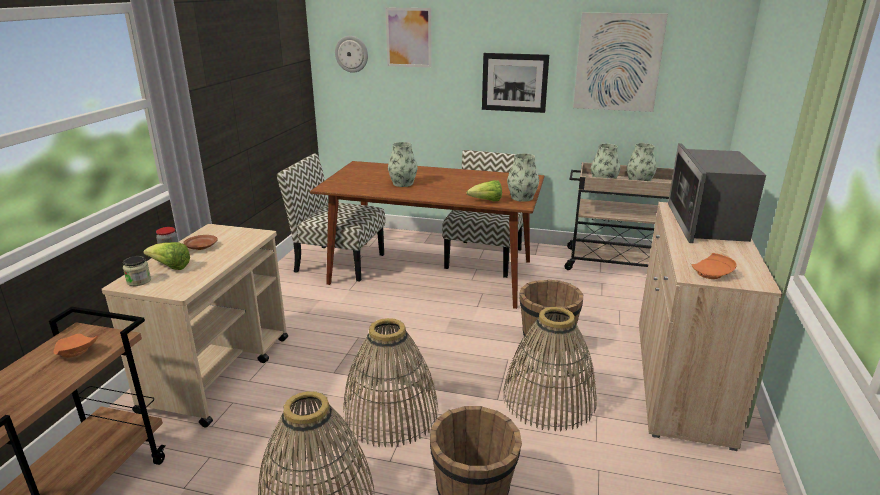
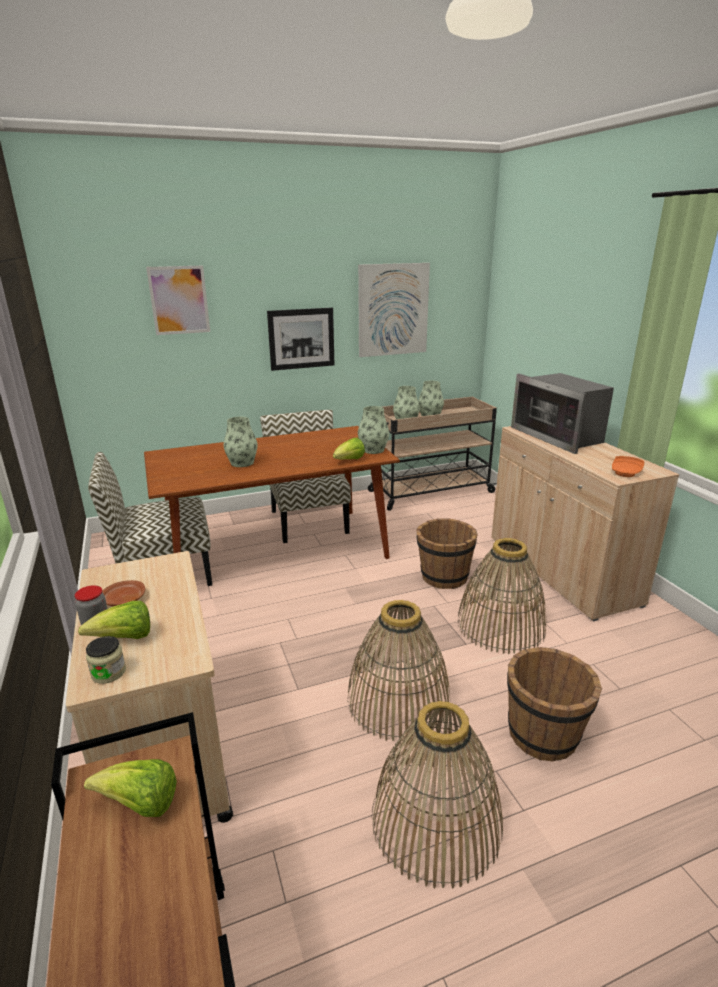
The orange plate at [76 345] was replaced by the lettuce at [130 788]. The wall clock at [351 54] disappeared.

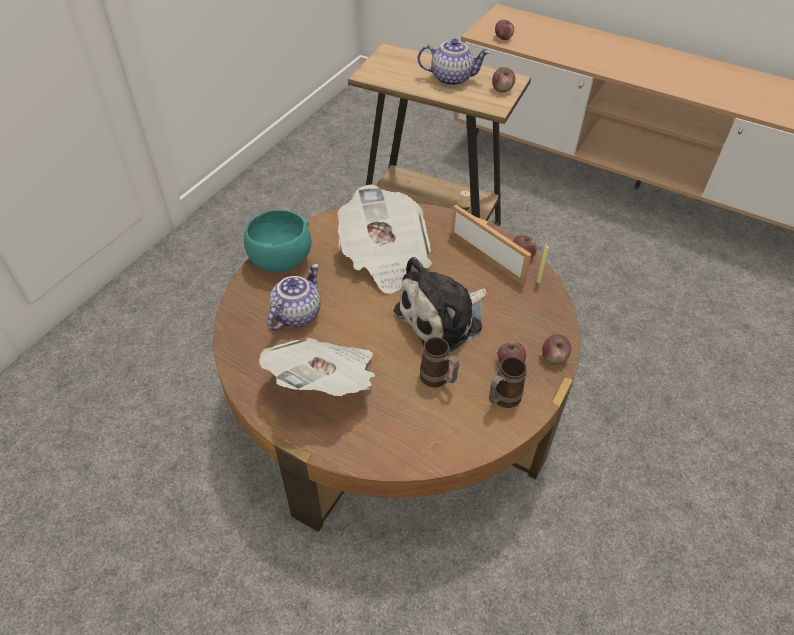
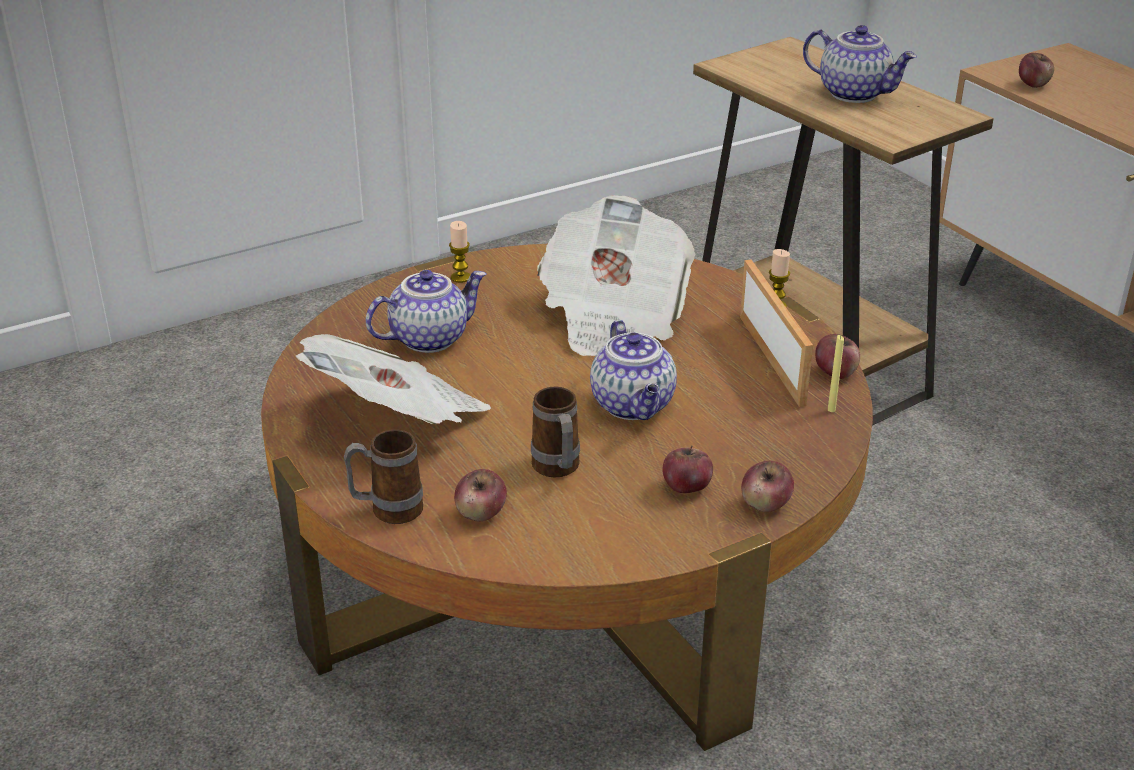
The turquoise bowl at [278 241] was replaced by the candle at [459 252]. The plush toy at [440 304] was replaced by the teapot at [633 370]. The mug moved from [508 382] to [383 476]. The apple moved from [503 79] to [480 495].

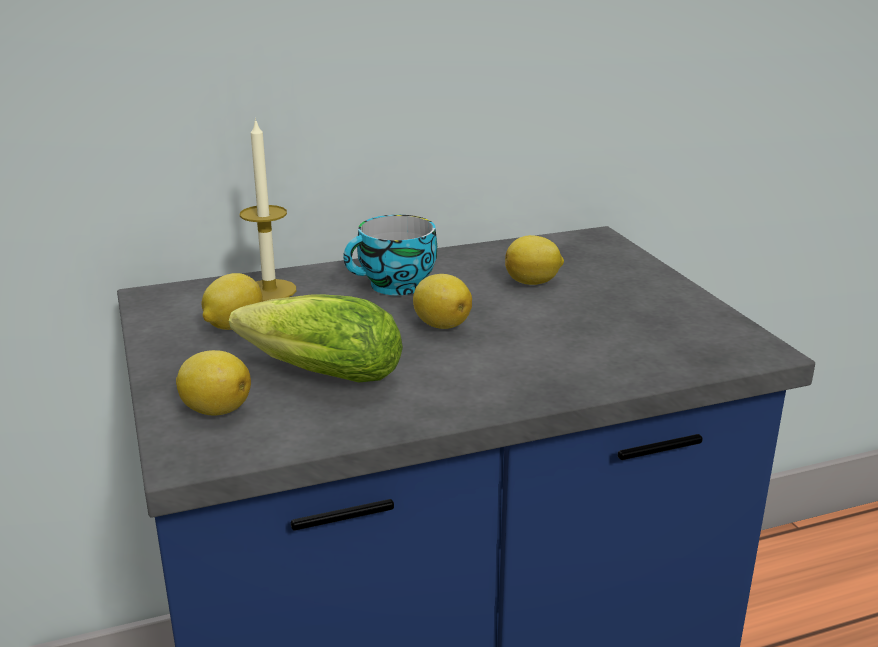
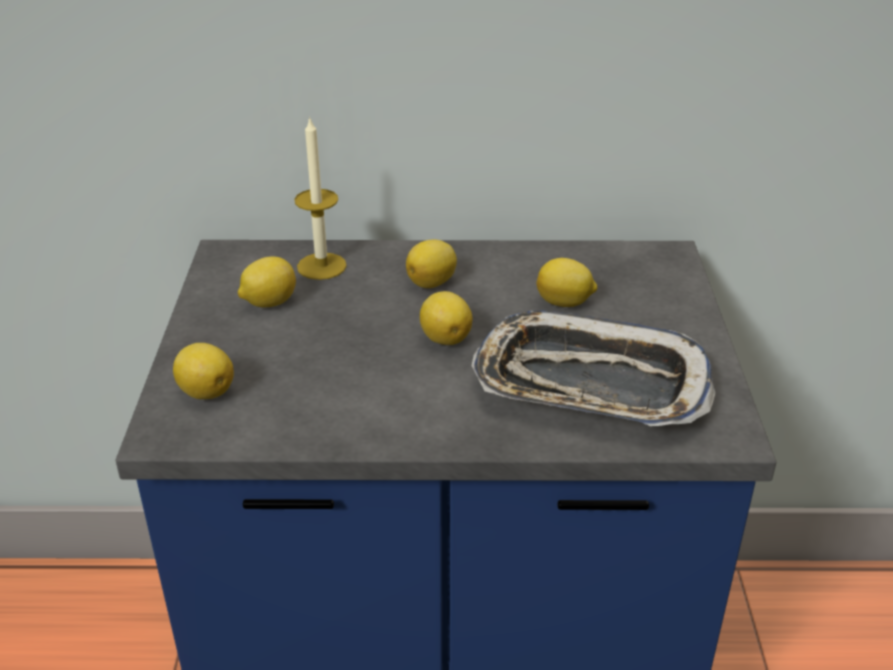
The lettuce at [316 338] disappeared. The cup at [390 255] was replaced by the lemon at [431 264]. The tray at [593 368] appeared.

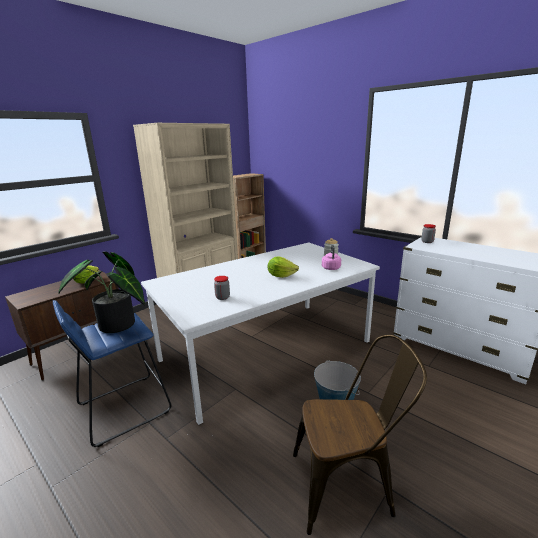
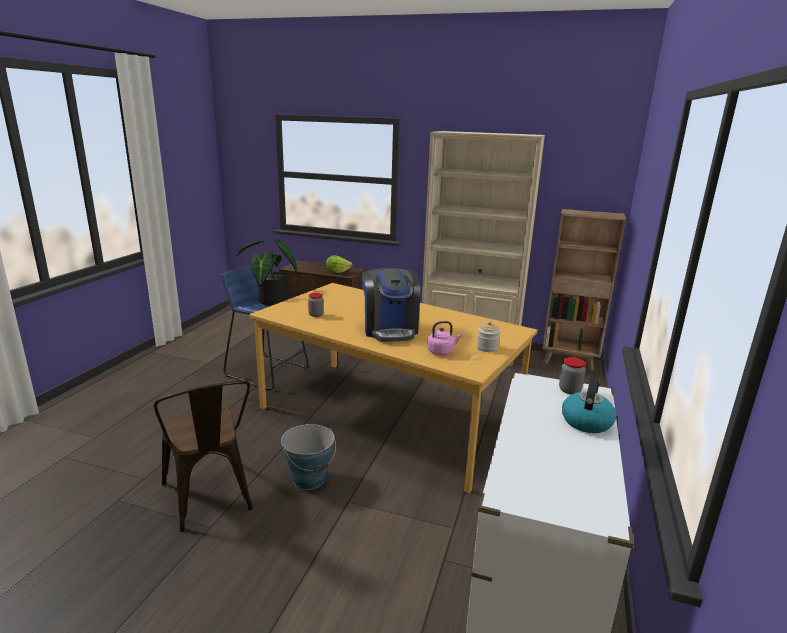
The white dining table at [260 334] became the orange dining table at [393 388]. The lettuce at [283 267] was replaced by the coffee machine at [390 305]. The kettle at [589 404] appeared.

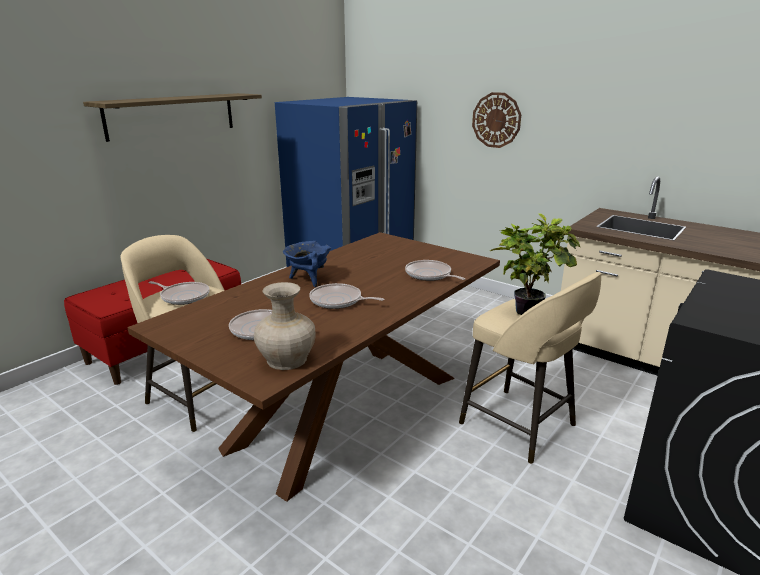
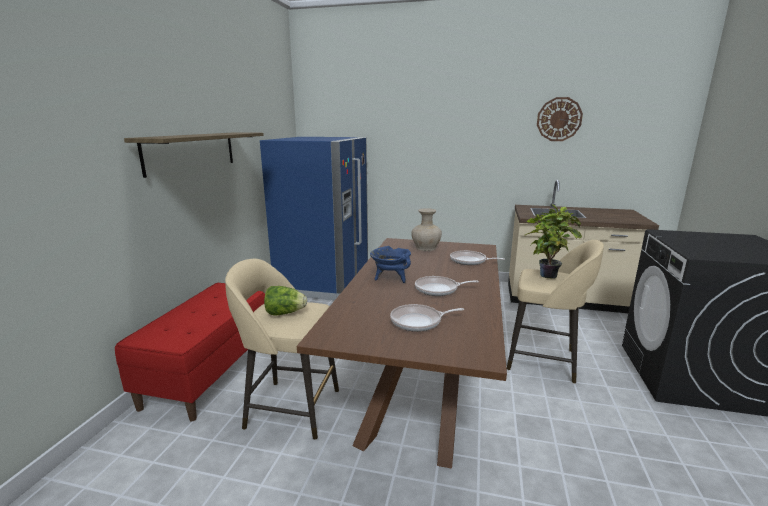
The frying pan at [179 293] was replaced by the lettuce at [285 300]. The beige vase moved from [284 326] to [426 229]. The wall clock moved from [496 120] to [560 119].

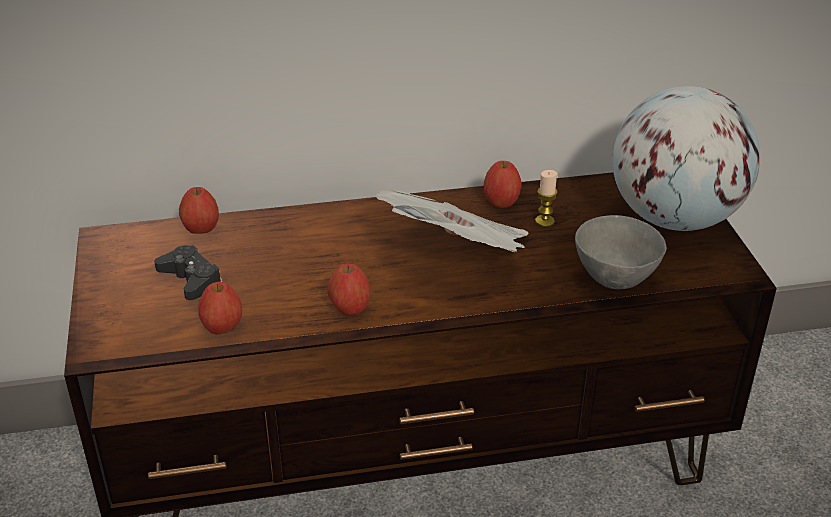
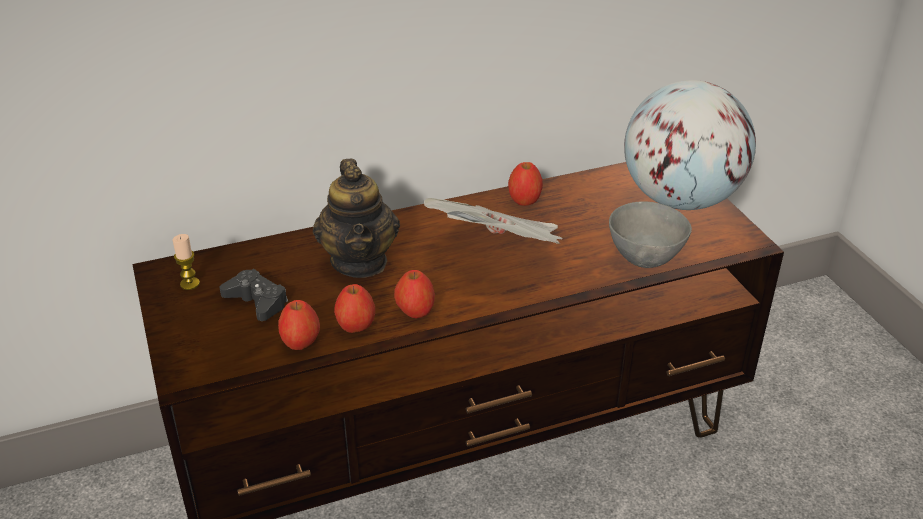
The apple moved from [199 210] to [354 308]. The candle moved from [546 198] to [186 262]. The teapot at [356 218] appeared.

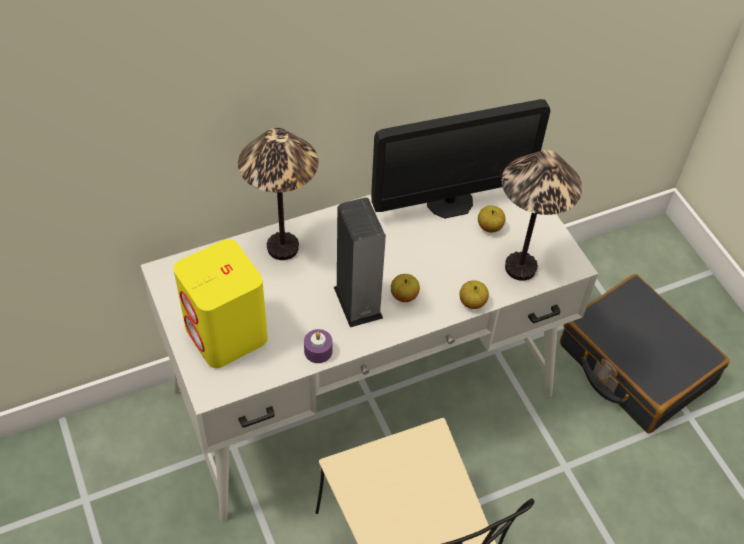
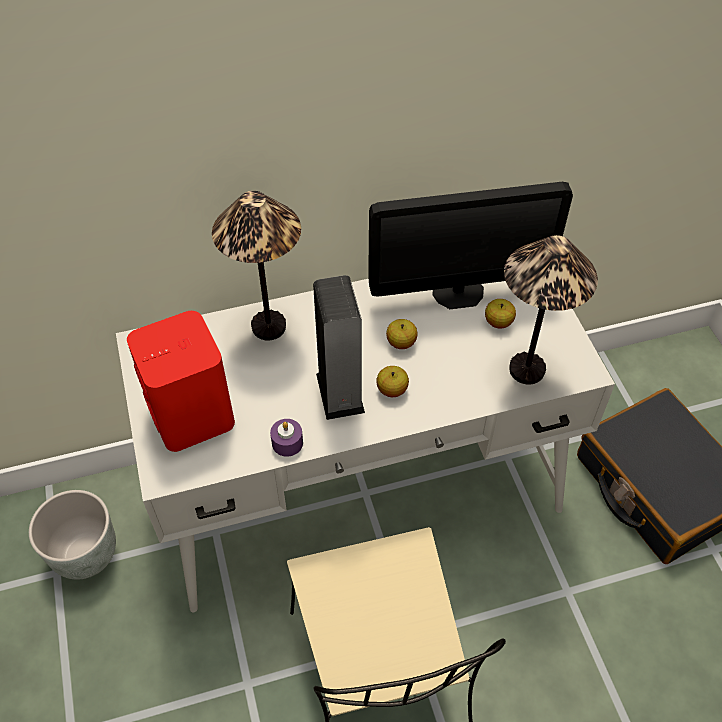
The yellow speaker at [220 303] became the red speaker at [181 381]. The apple moved from [474 294] to [402 334]. The grey planter at [72 535] appeared.

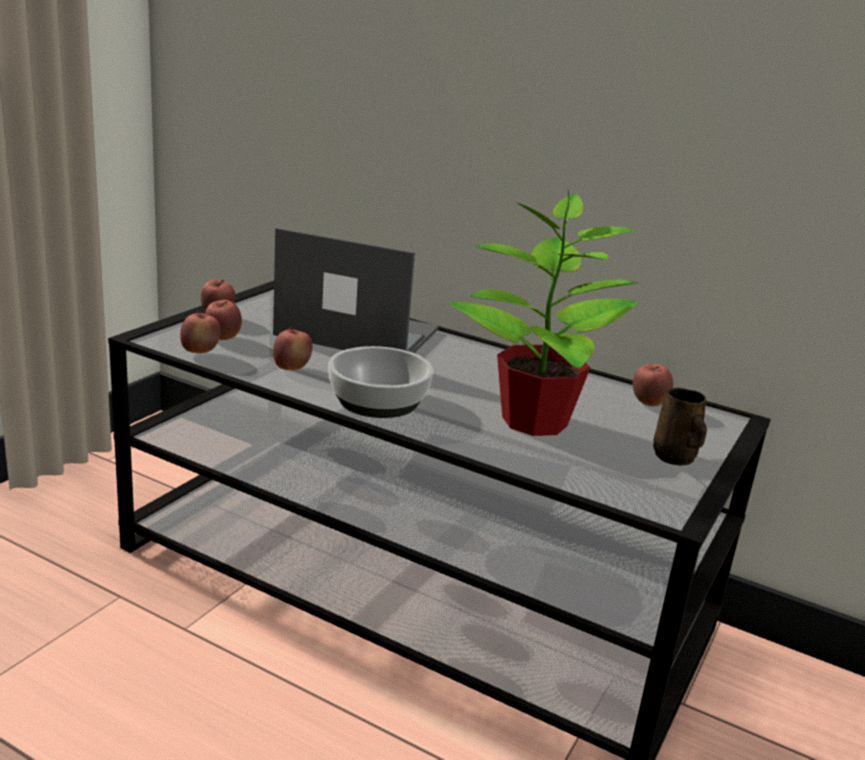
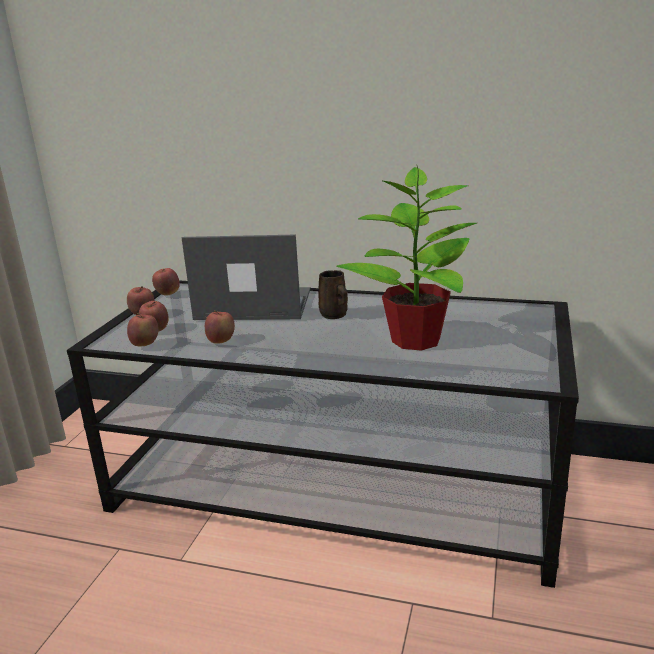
The bowl at [380 382] disappeared. The apple moved from [653 385] to [166 281]. The brown mug moved from [680 427] to [333 294].

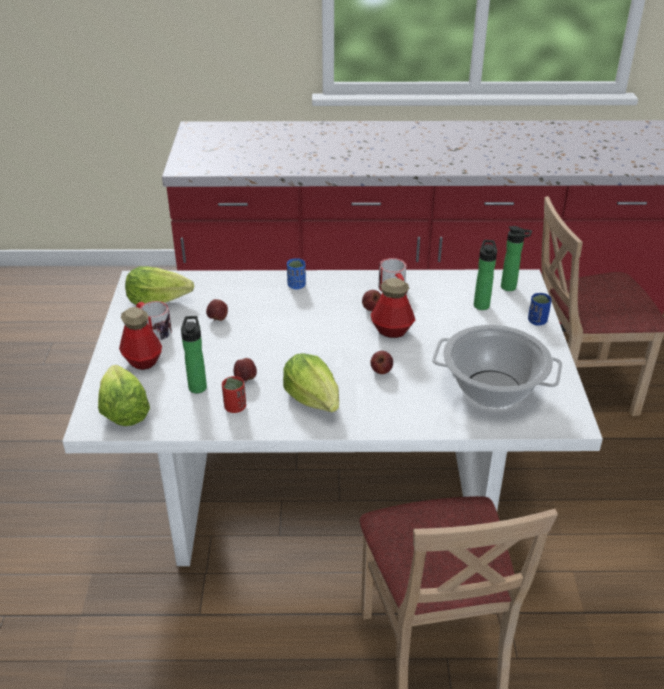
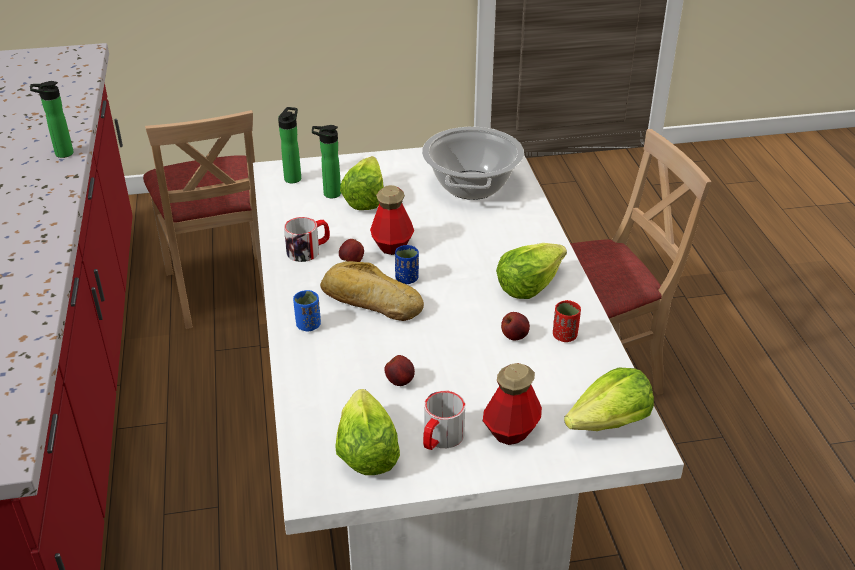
The bottle moved from [194 355] to [52 119]. The apple at [381 362] disappeared. The blue cup moved from [540 309] to [407 264]. The bread at [372 291] appeared. The lettuce at [362 183] appeared.

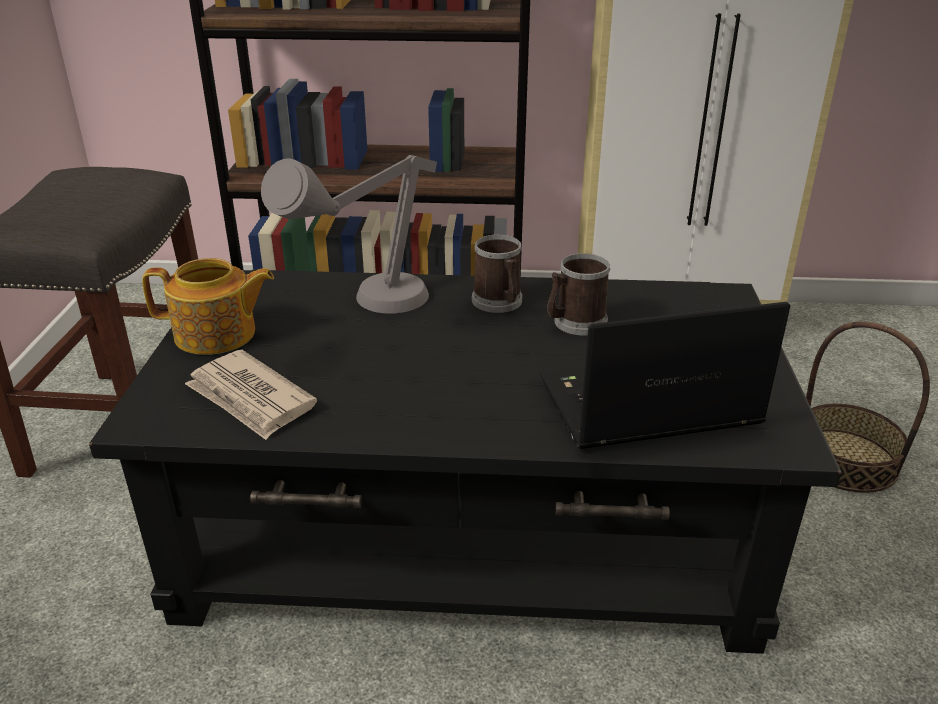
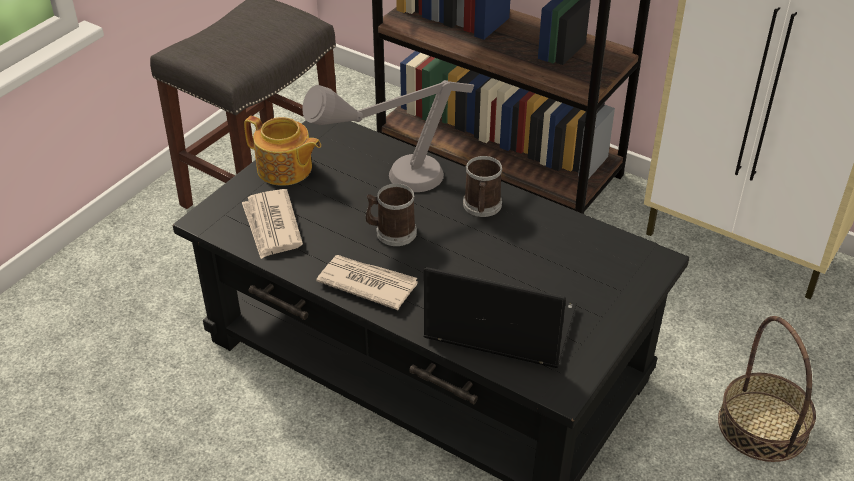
The mug moved from [578 295] to [391 214]. The newspaper at [367 282] appeared.

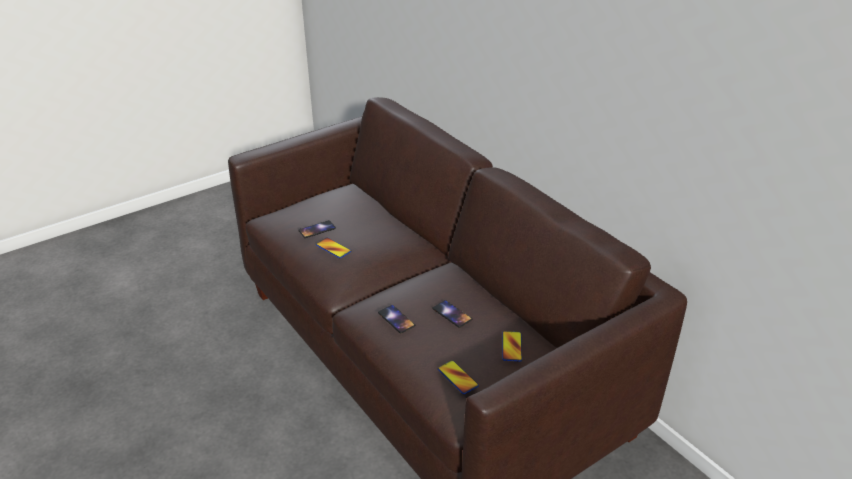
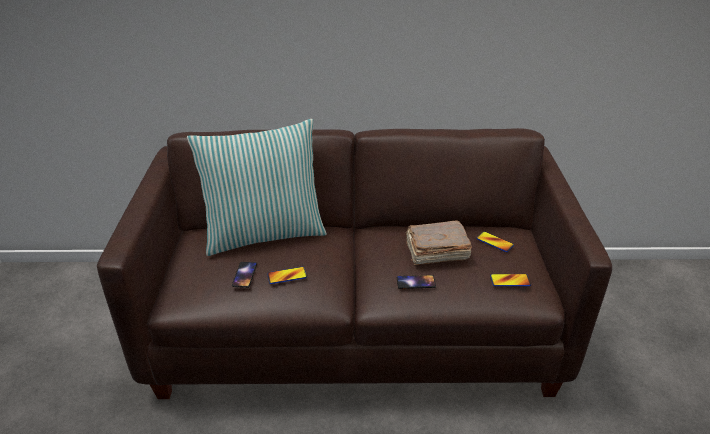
The phone at [452 314] was replaced by the brown book at [438 242]. The pillow at [257 187] appeared.

